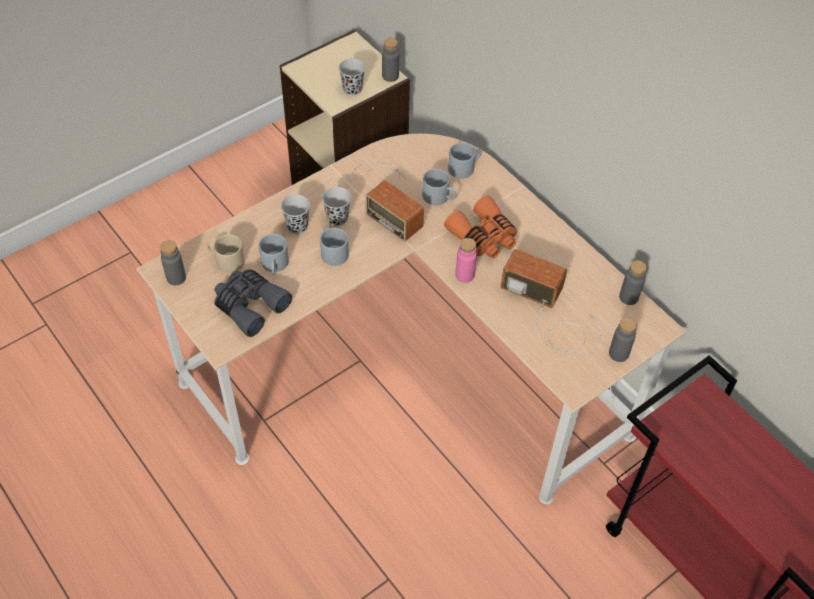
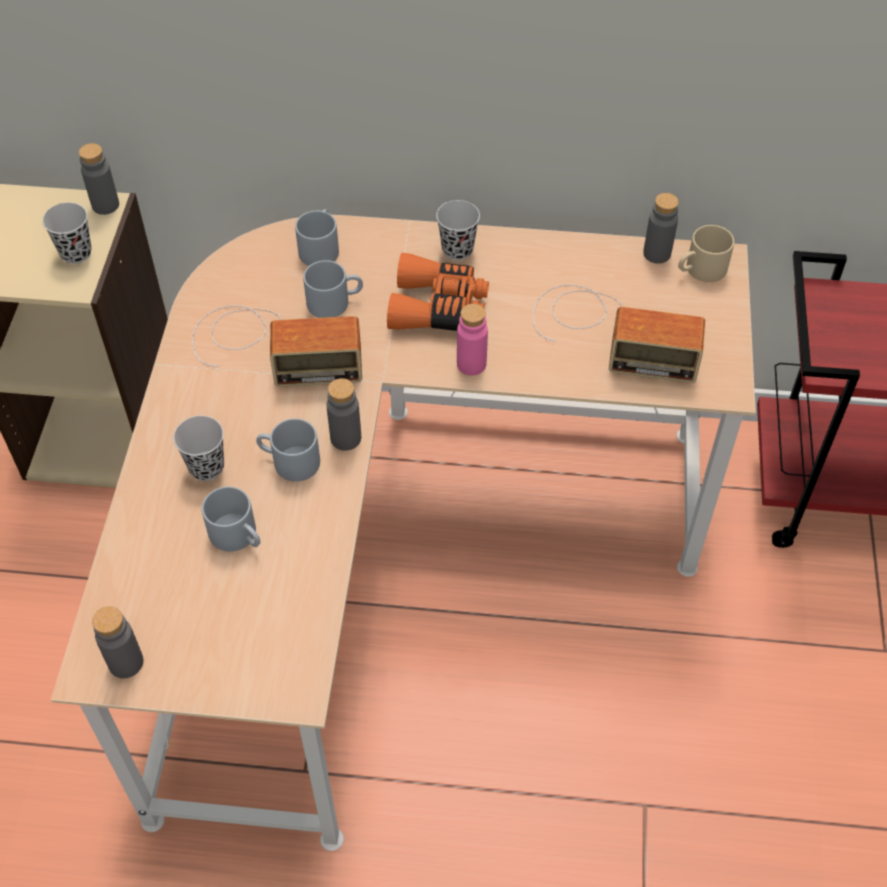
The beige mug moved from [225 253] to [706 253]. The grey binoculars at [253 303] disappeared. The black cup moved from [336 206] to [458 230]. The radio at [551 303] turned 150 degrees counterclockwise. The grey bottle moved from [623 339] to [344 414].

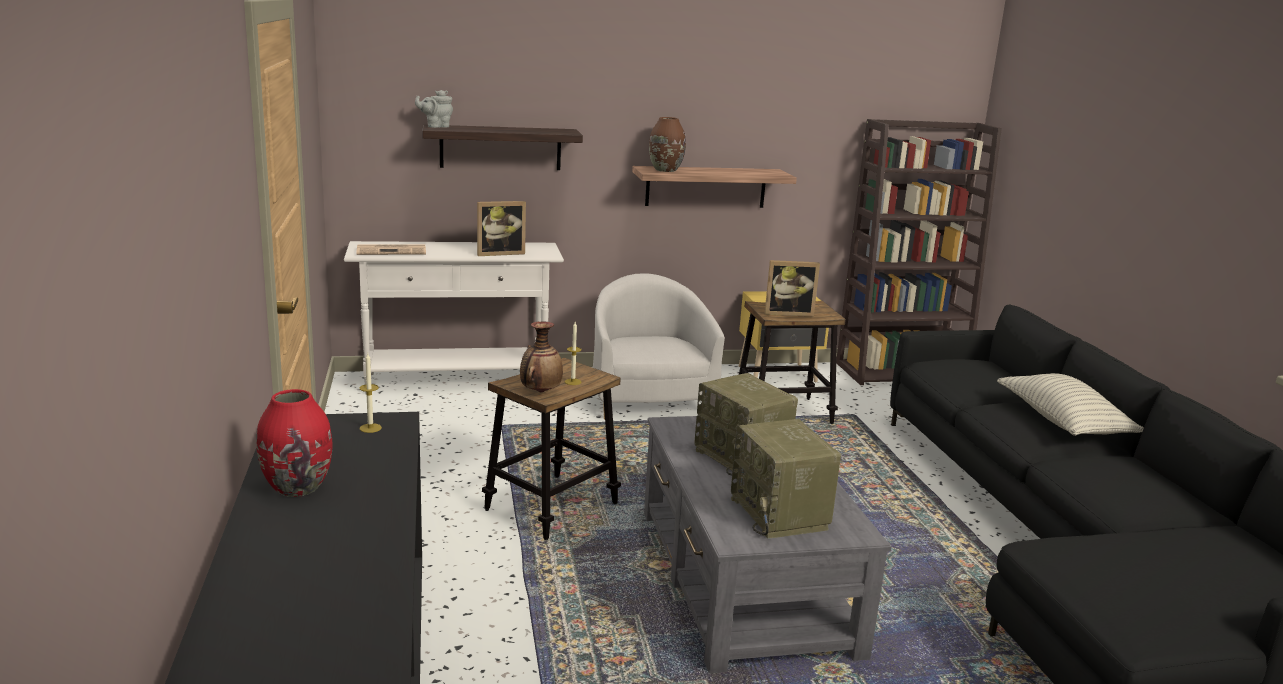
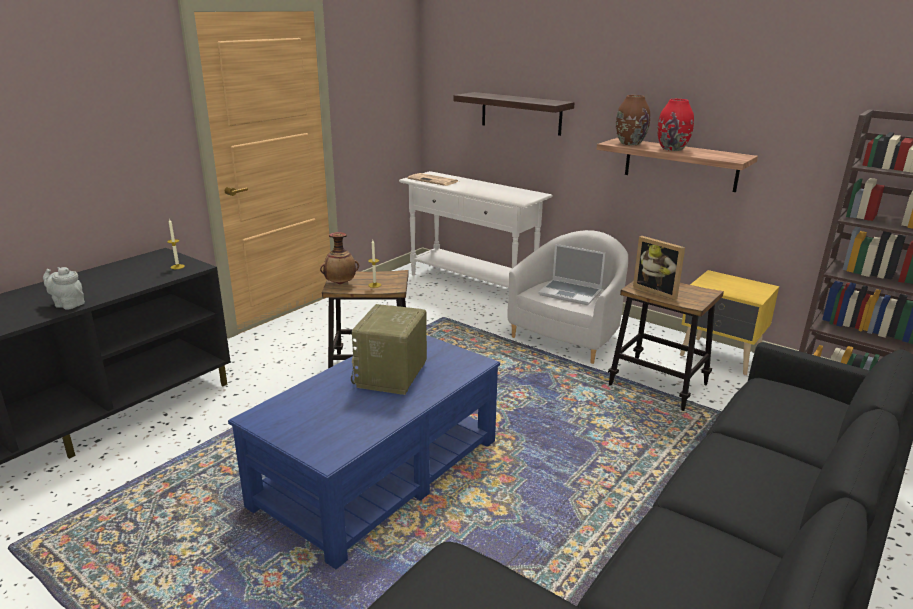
The red vase moved from [294 443] to [675 125]. The grey teapot moved from [434 109] to [64 288]. The picture frame at [501 228] disappeared. The grey coffee table at [767 544] became the blue coffee table at [364 452]. The radio at [786 479] disappeared. The pillow at [1070 404] disappeared. The laptop at [571 274] appeared.

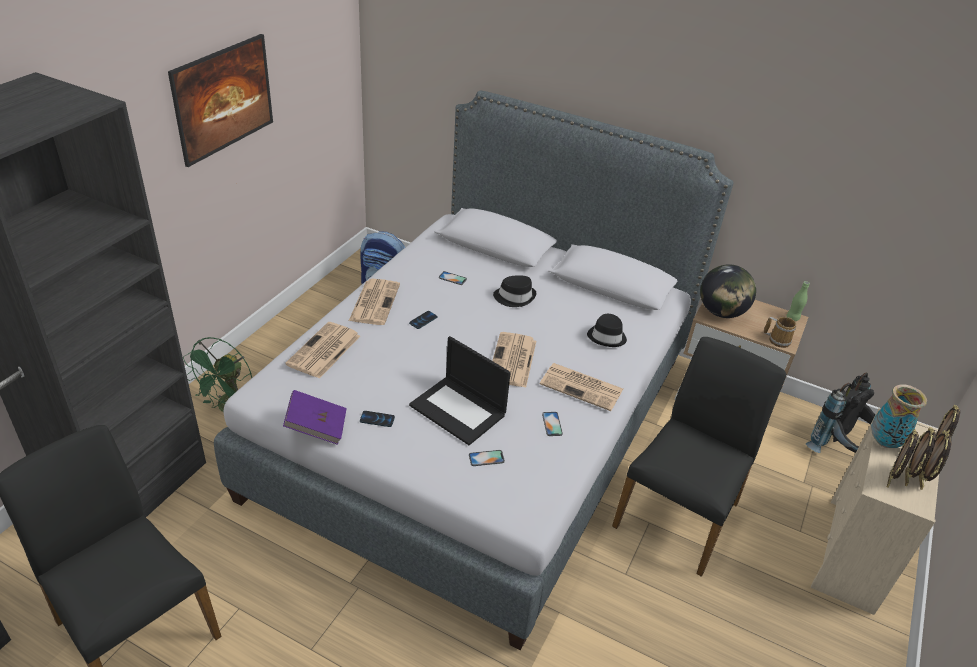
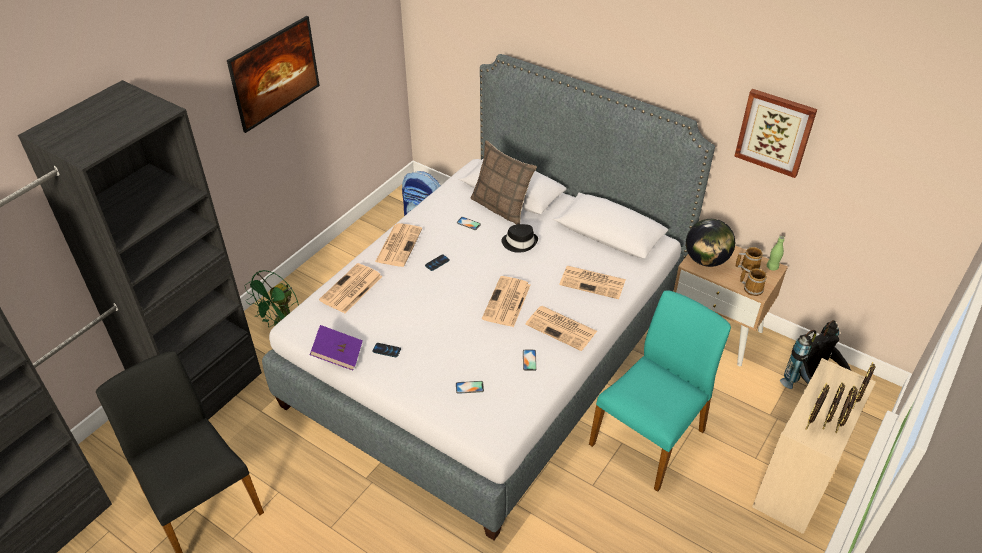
The laptop at [460 390] disappeared. The black hat at [607 330] was replaced by the newspaper at [592 282]. The black chair at [699 457] became the turquoise chair at [660 391]. The vase at [899 416] disappeared. The pillow at [504 182] appeared. The picture at [775 133] appeared. The mug at [749 260] appeared.

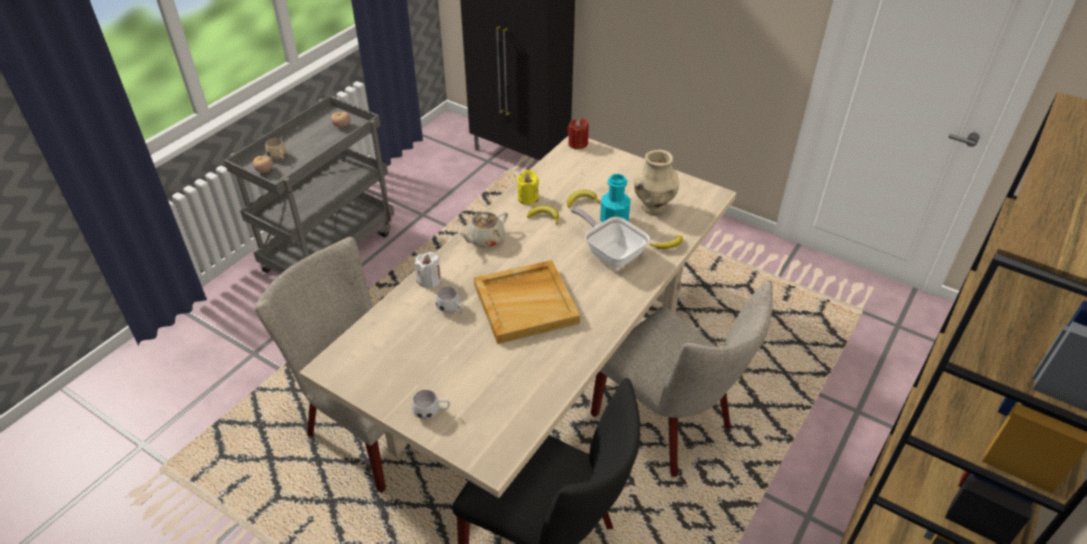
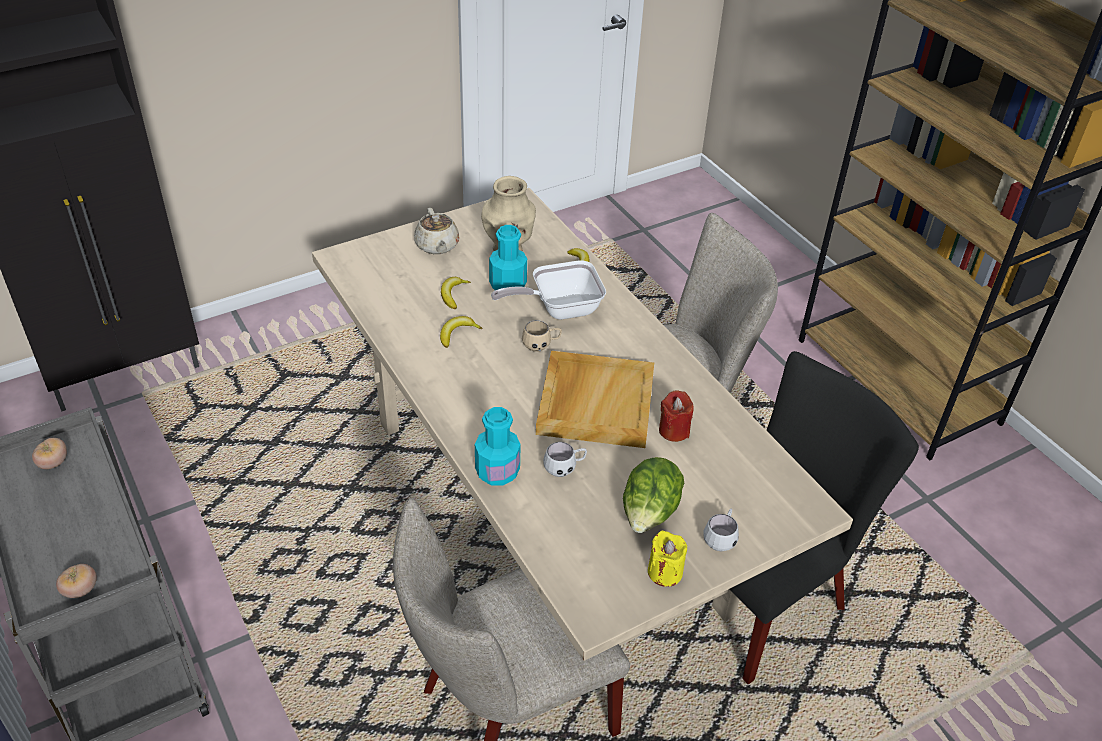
The beige mug moved from [275 148] to [542 336]. The white candle at [428 270] was replaced by the turquoise bottle at [498 446]. The beige teapot moved from [483 229] to [436 231]. The yellow candle moved from [528 187] to [667 559]. The red candle moved from [578 134] to [676 416]. The lettuce at [653 495] appeared.

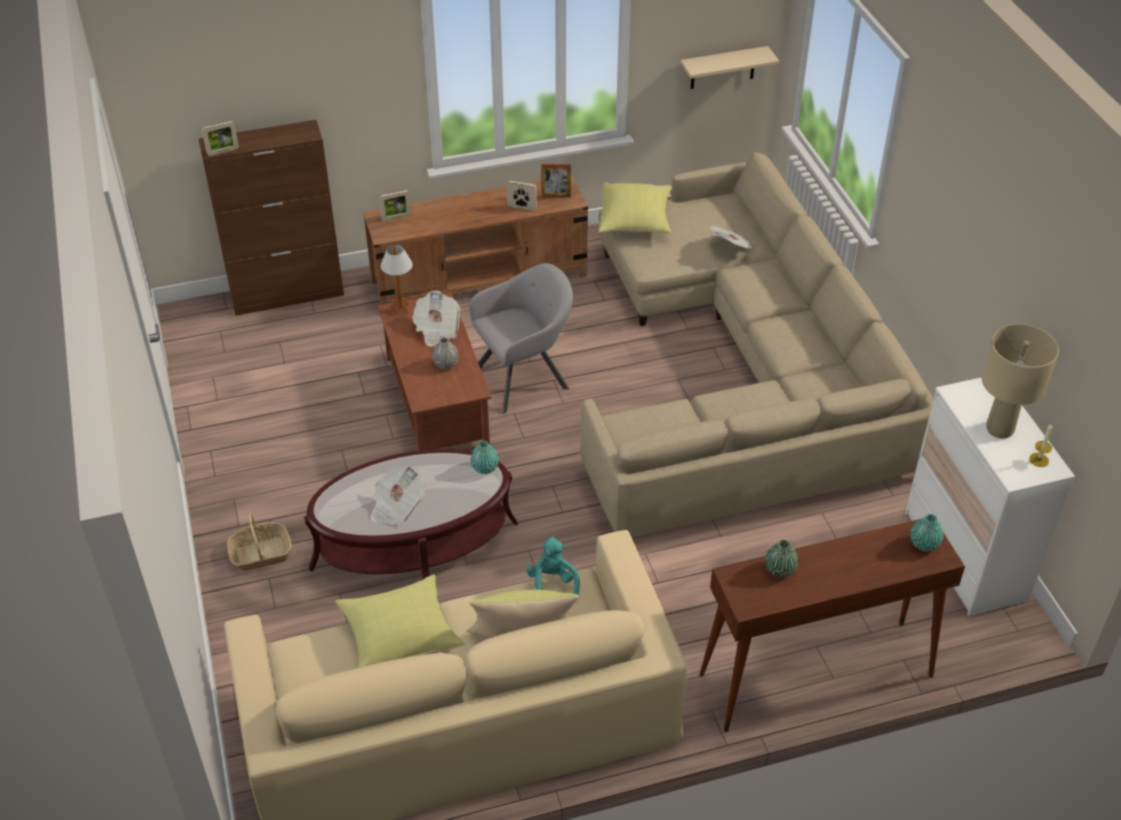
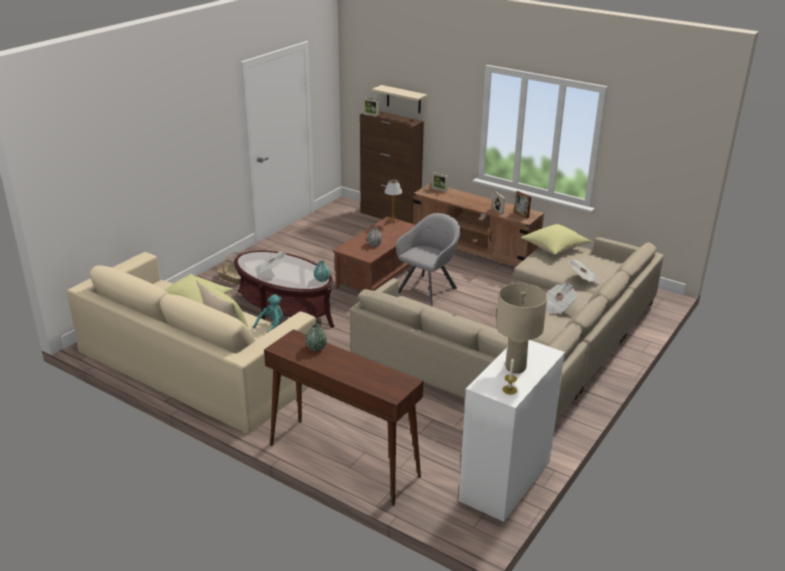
The newspaper moved from [436 319] to [562 299]. The grey armchair at [521 338] turned 75 degrees counterclockwise. The beige shelf moved from [729 67] to [399 99]. The turquoise vase at [927 532] disappeared.

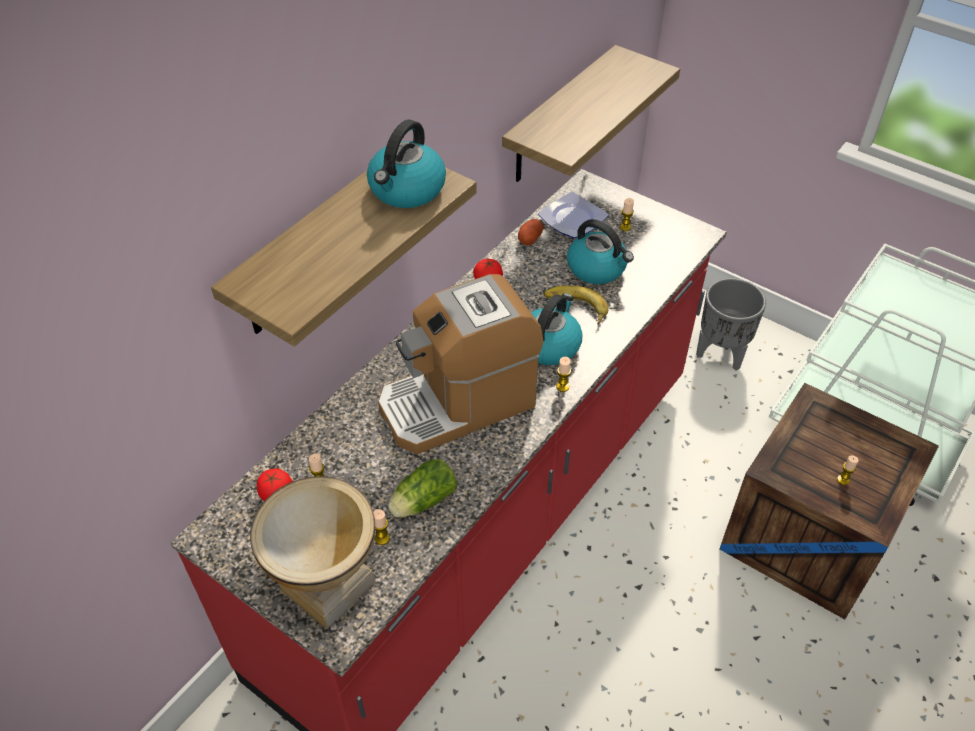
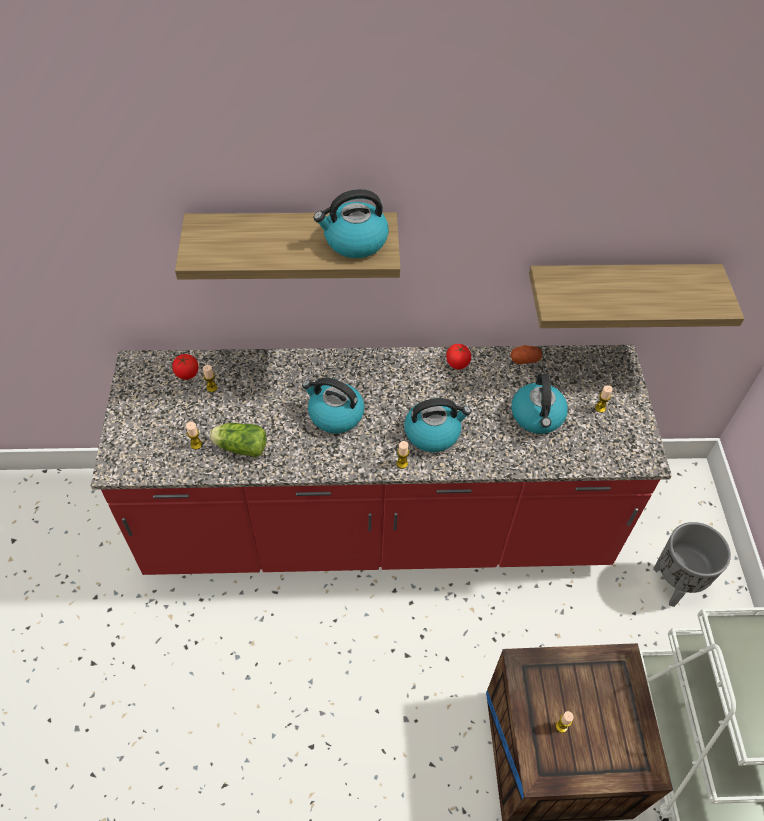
The vase at [312 552] disappeared. The coffee machine at [460 364] was replaced by the kettle at [333 405]. The plate at [573 215] disappeared. The banana at [576 305] disappeared.

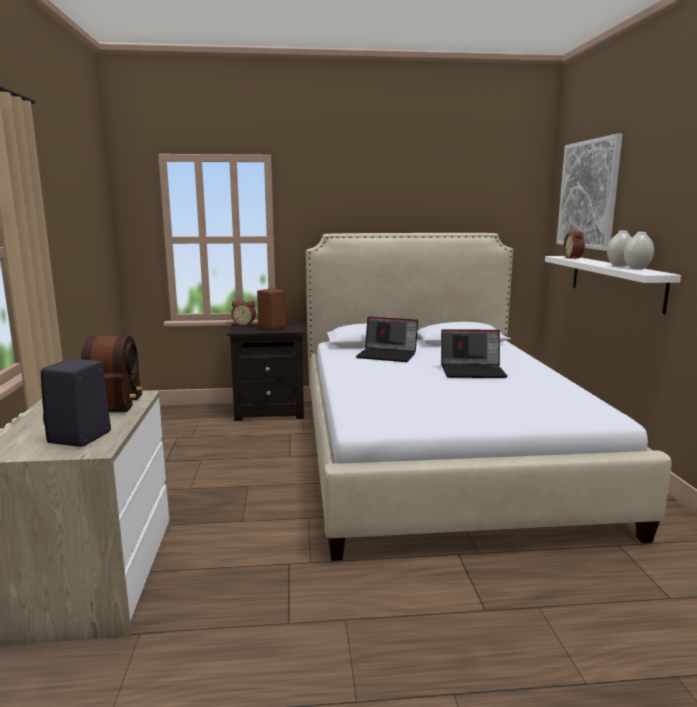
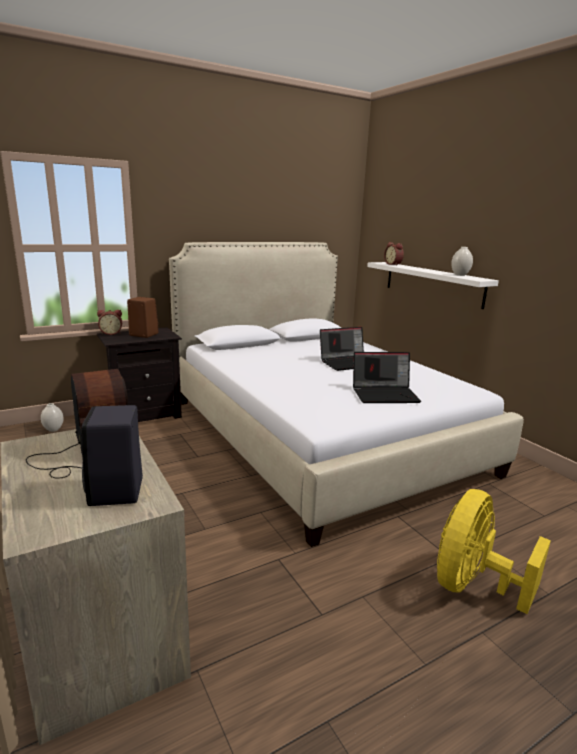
The laptop moved from [387 339] to [387 377]. The picture at [589 192] disappeared. The white vase moved from [619 248] to [52 417]. The yellow fan at [494 551] appeared.

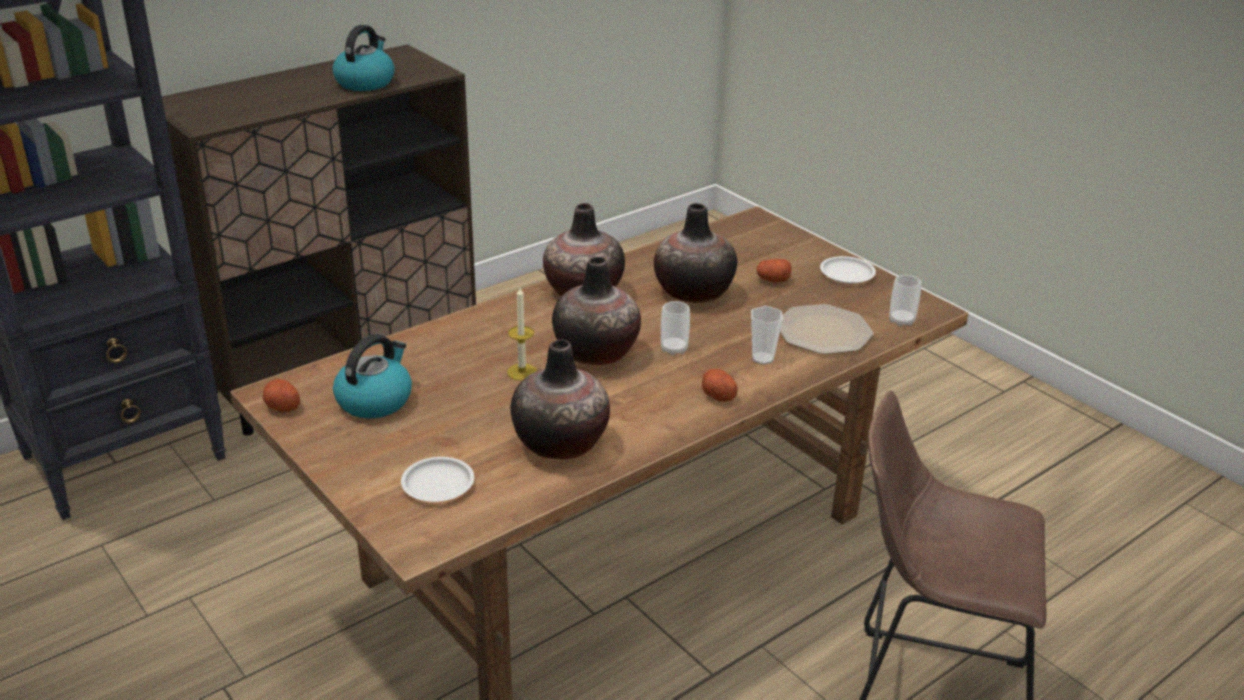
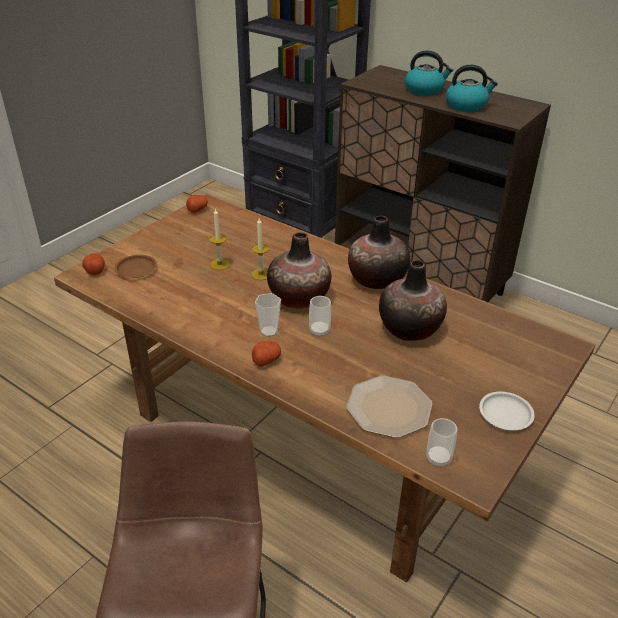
The kettle moved from [372 376] to [429 72]. The white plate at [437 479] became the brown plate at [136 266]. The vase at [560 399] disappeared. The cup moved from [767 335] to [268 315]. The potato moved from [774 271] to [93 264]. The candle at [219 239] appeared.

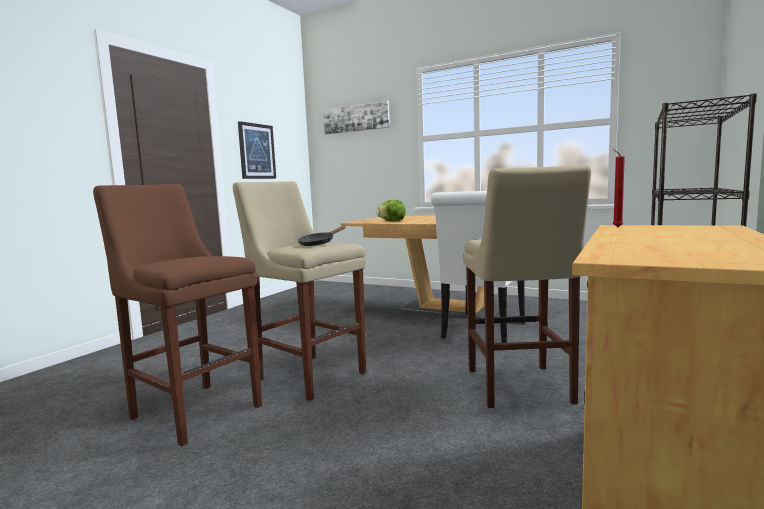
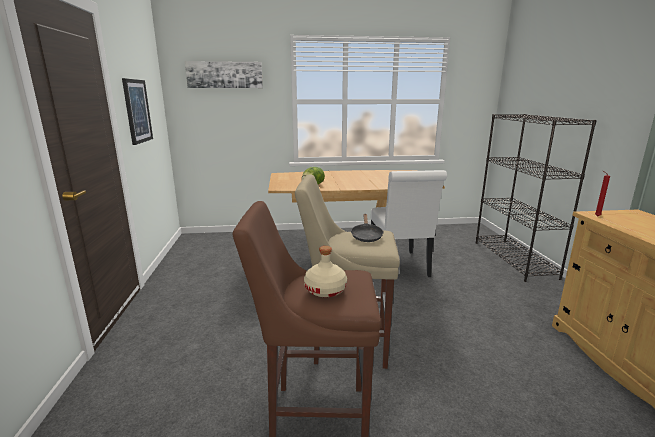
The beige stool at [527 286] disappeared. The beige bottle at [325 271] appeared.

